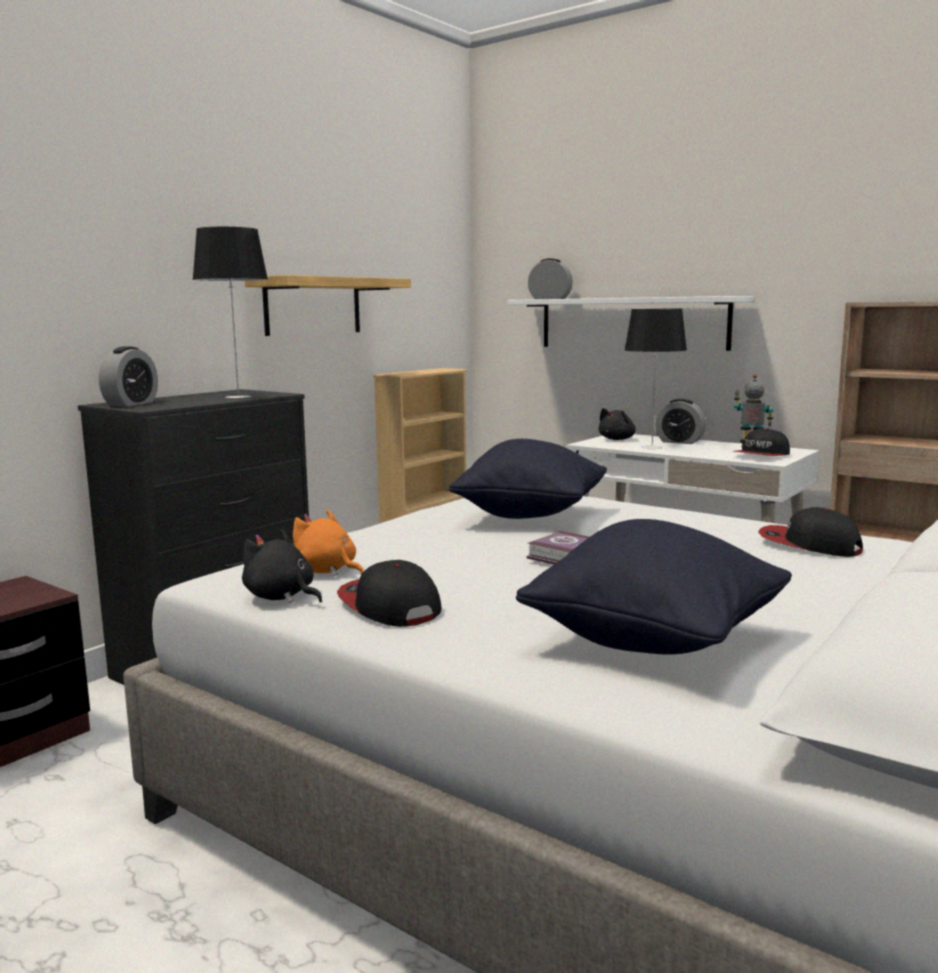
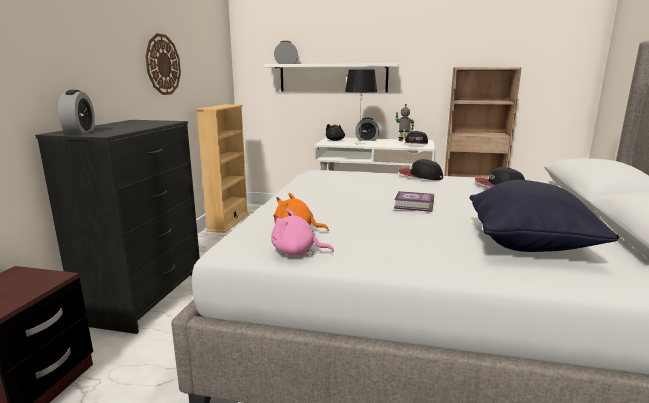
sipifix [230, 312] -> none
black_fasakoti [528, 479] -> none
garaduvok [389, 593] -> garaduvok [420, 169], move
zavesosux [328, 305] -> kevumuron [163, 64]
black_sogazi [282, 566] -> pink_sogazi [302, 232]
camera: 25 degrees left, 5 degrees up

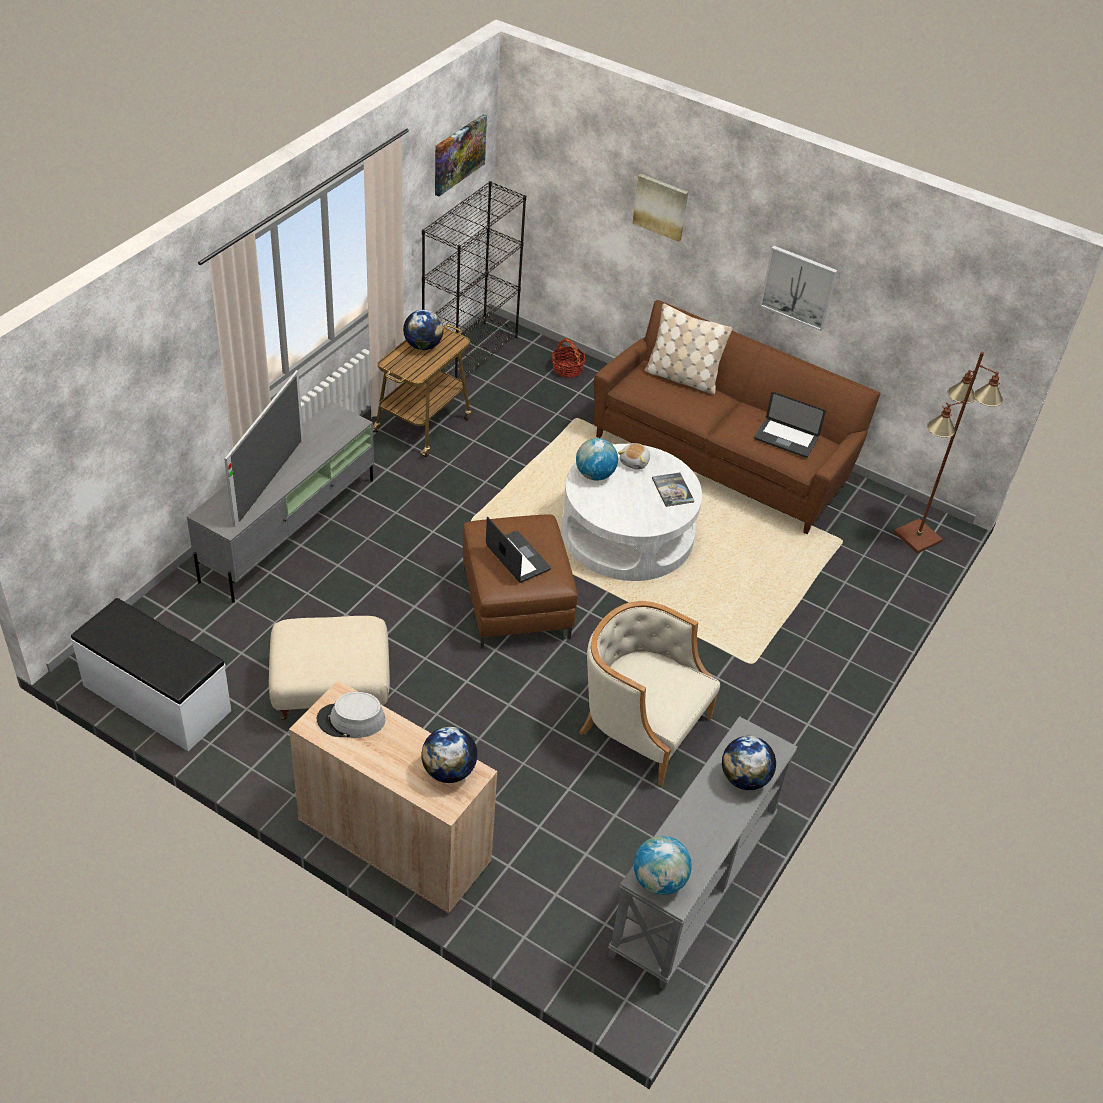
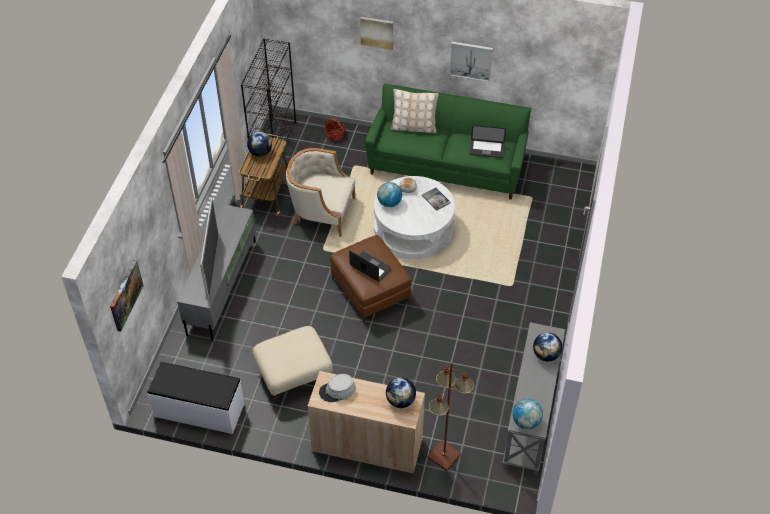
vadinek [461, 156] -> vadinek [127, 296], move
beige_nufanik [649, 694] -> beige_nufanik [320, 192], move
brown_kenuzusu [948, 453] -> brown_kenuzusu [450, 416], move
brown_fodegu [737, 417] -> green_fodegu [448, 142]
camera: 15 degrees left, 5 degrees up

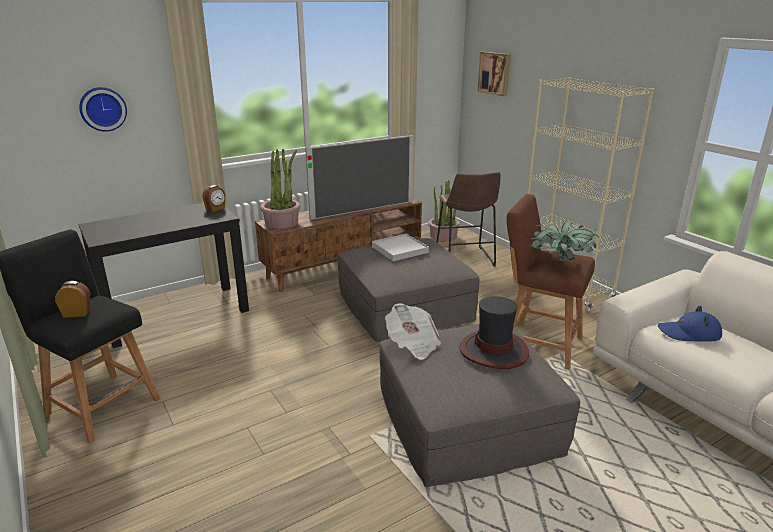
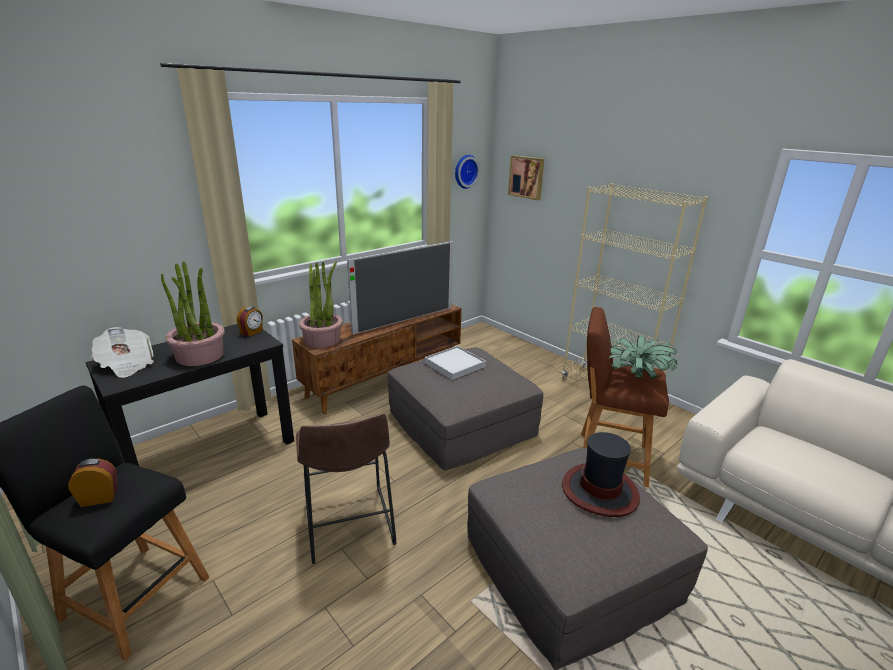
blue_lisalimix [690, 324] -> none
kevumuron [103, 109] -> kevumuron [467, 172], move
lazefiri [413, 331] -> lazefiri [122, 352], move
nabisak [444, 211] -> nabisak [193, 313], move
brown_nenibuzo [468, 219] -> brown_nenibuzo [346, 488], move
camera: 10 degrees left, 0 degrees up

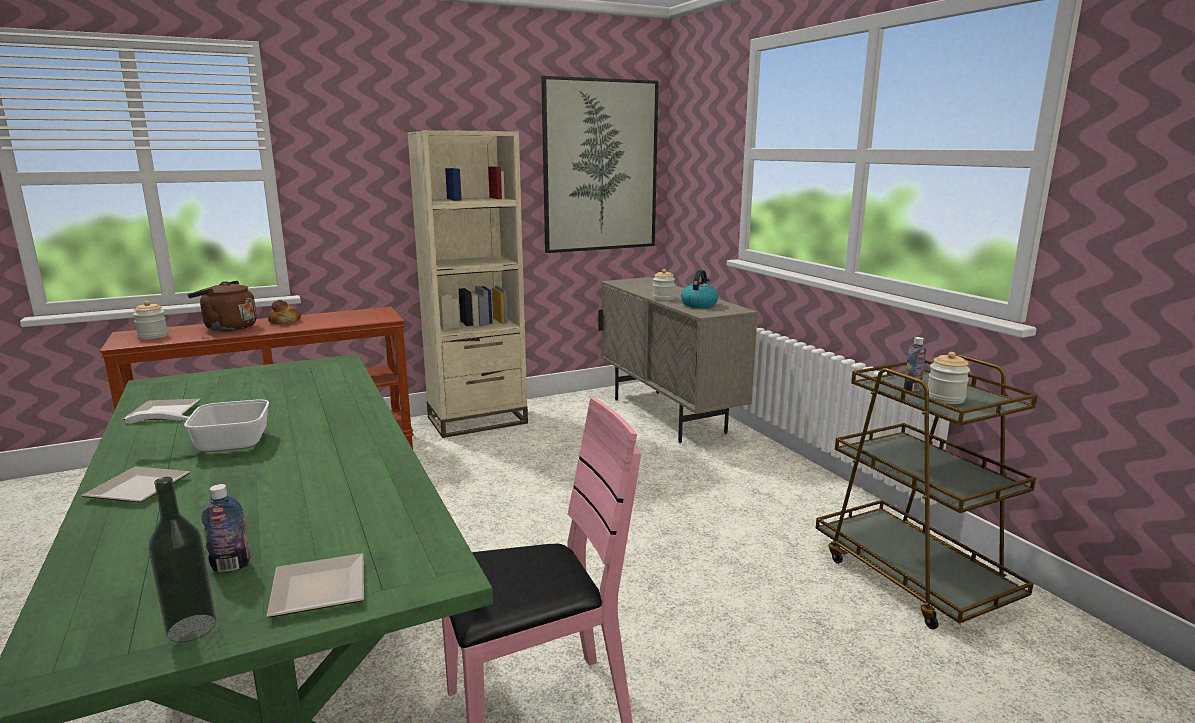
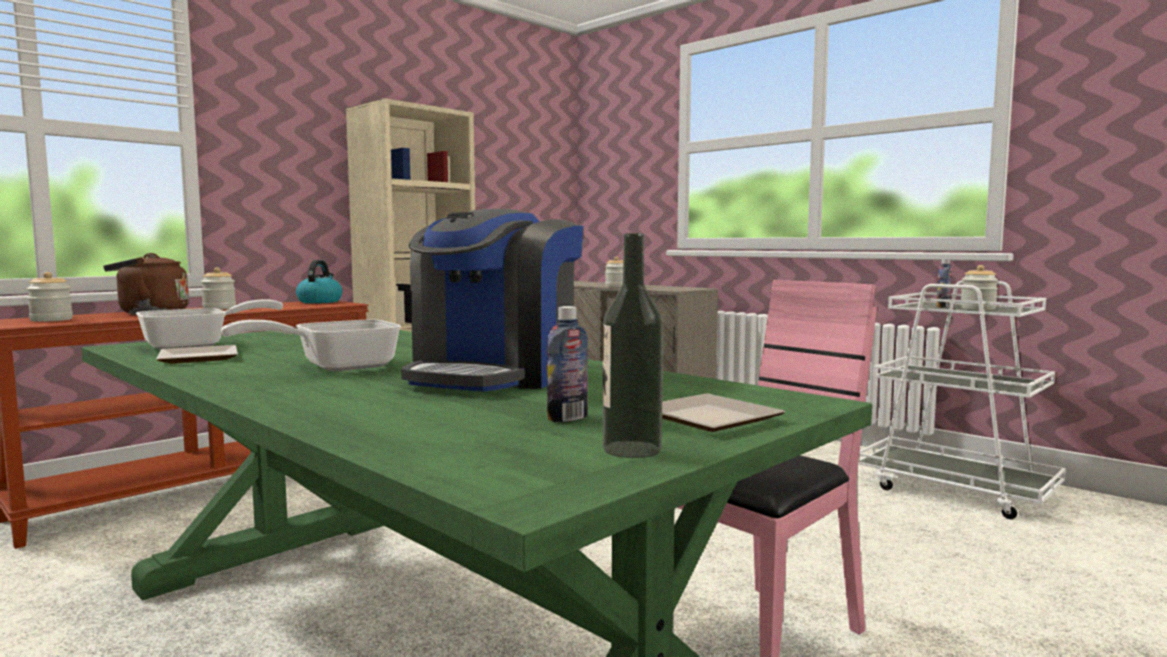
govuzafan [135, 485] -> none
vadinek [600, 164] -> none
none -> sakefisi [209, 324]
none -> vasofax [492, 300]
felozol [699, 289] -> felozol [319, 281], move
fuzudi [284, 312] -> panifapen [218, 288]
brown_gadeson [926, 492] -> white_gadeson [962, 400]
camera: 20 degrees left, 10 degrees down

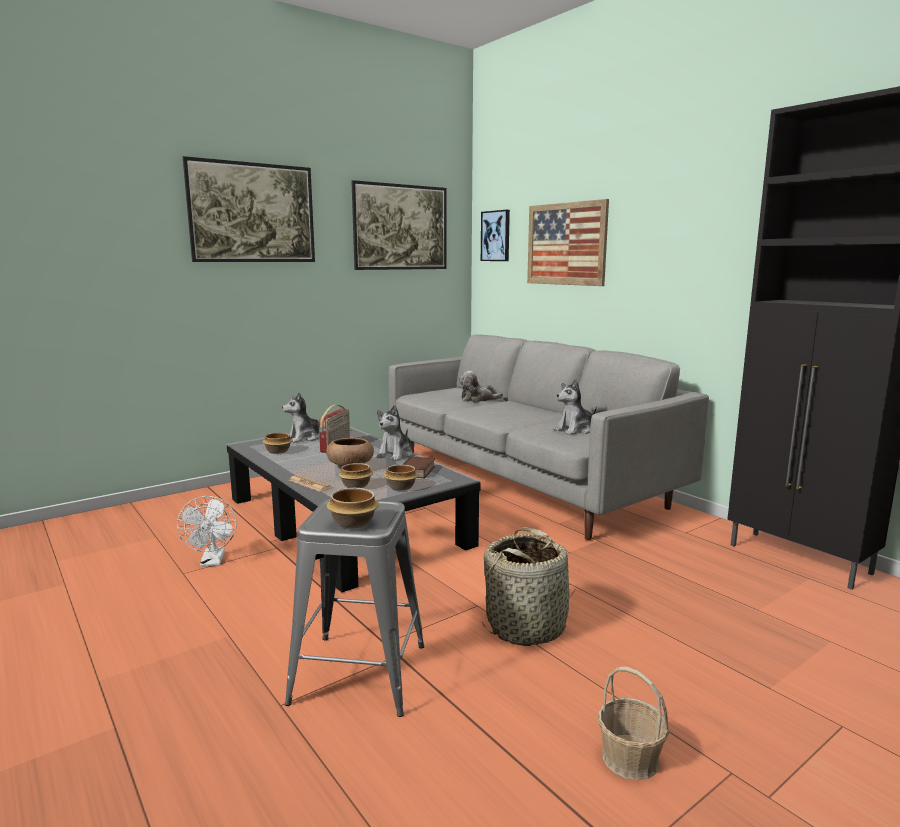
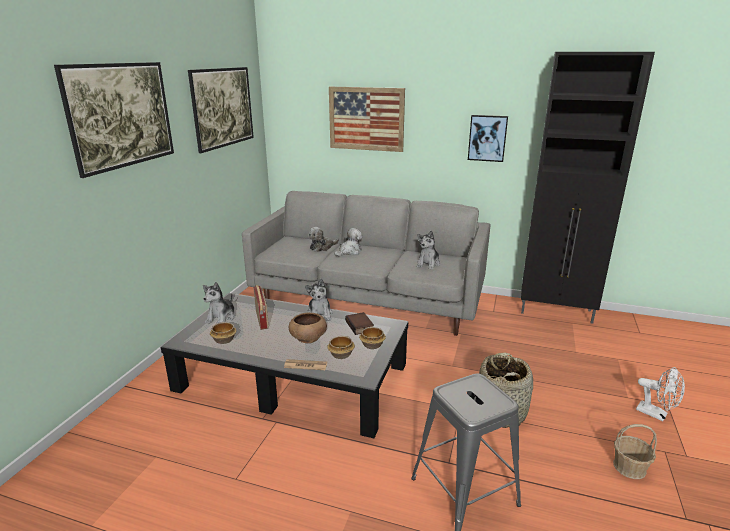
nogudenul [352, 508] -> none
none -> sogazi [348, 242]
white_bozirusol [207, 531] -> white_bozirusol [660, 394], move
vadinek [495, 235] -> vadinek [488, 138], move
camera: 35 degrees left, 10 degrees up

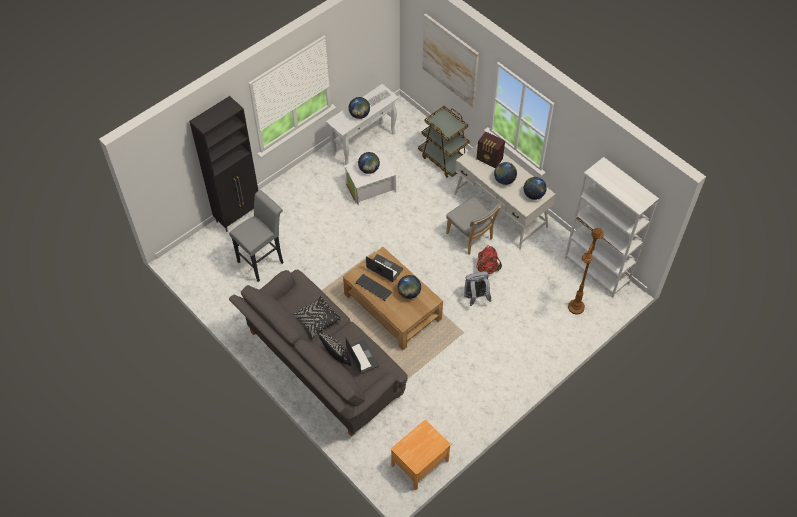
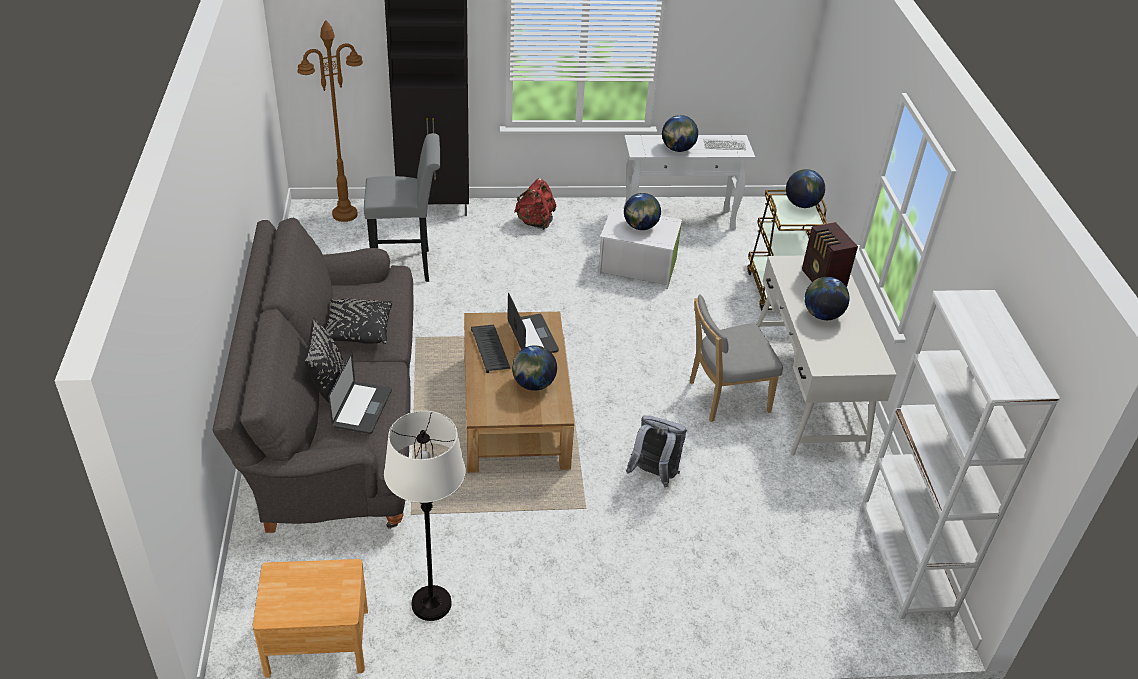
vadinek [450, 61] -> none
none -> white_kenuzusu [425, 516]
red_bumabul [489, 259] -> red_bumabul [535, 204], move
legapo [535, 188] -> legapo [805, 188], move
brown_kenuzusu [586, 271] -> brown_kenuzusu [330, 121], move
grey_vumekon [473, 226] -> grey_vumekon [736, 358], 75 degrees clockwise
camera: 35 degrees right, 15 degrees down

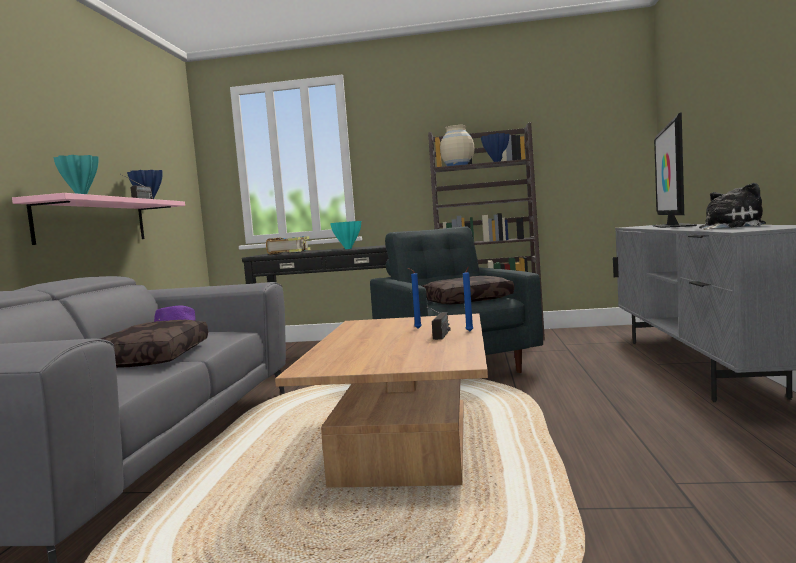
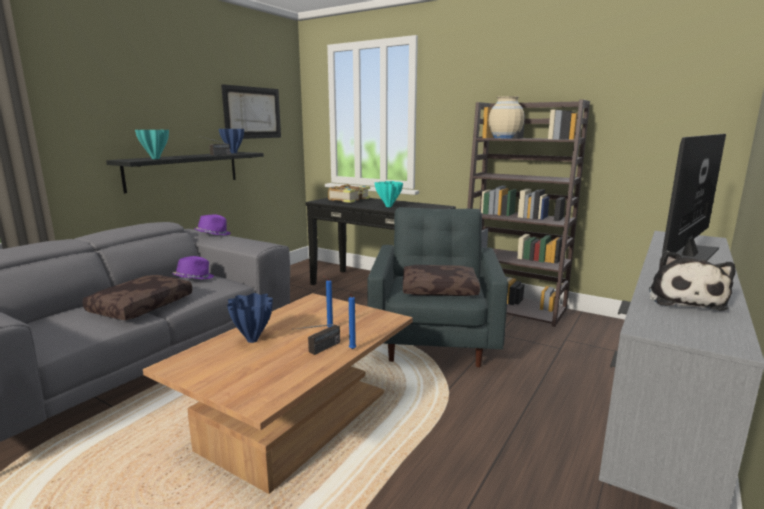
none -> purple_lisalimix [212, 224]
none -> vadinek [251, 111]
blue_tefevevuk [495, 147] -> blue_tefevevuk [250, 318], move
pink_zavesosux [98, 219] -> black_zavesosux [185, 173]
sogazi [732, 206] -> sogazi [692, 281], 105 degrees clockwise
camera: 25 degrees right, 10 degrees up

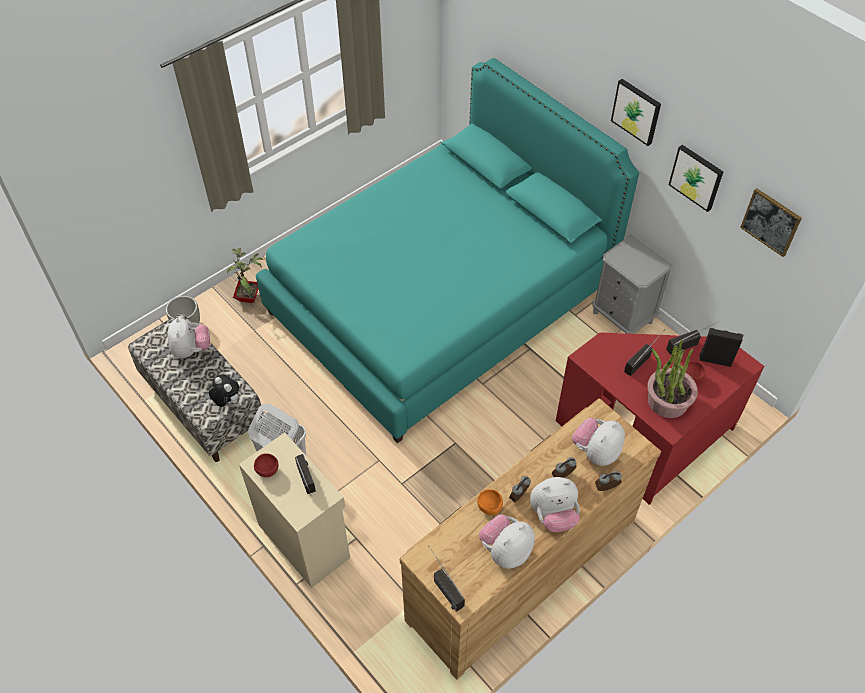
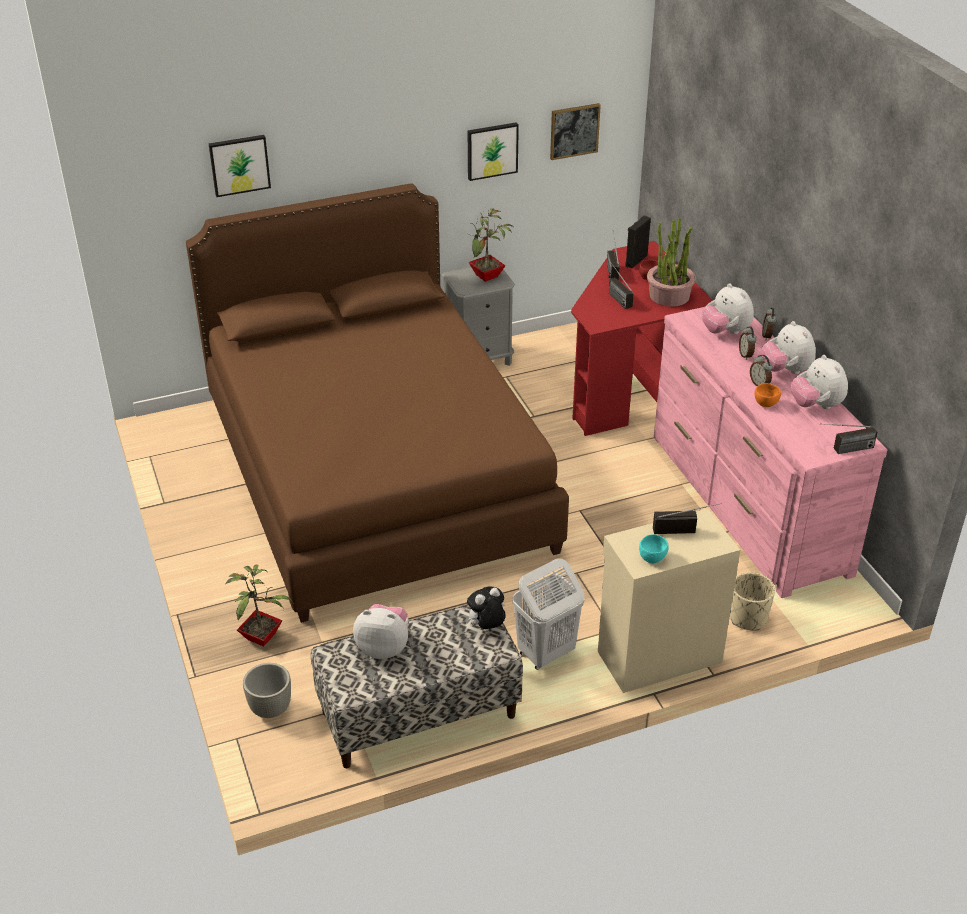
none -> nabisak [491, 245]
none -> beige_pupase [752, 601]
vadinek [636, 112] -> vadinek [240, 166], move
red_nogudenul [266, 465] -> turquoise_nogudenul [654, 549]
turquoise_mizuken [447, 250] -> brown_mizuken [377, 403]
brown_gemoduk [530, 539] -> pink_gemoduk [770, 452]
sogazi [555, 504] -> sogazi [788, 347], 150 degrees clockwise
camera: 70 degrees left, 15 degrees down

